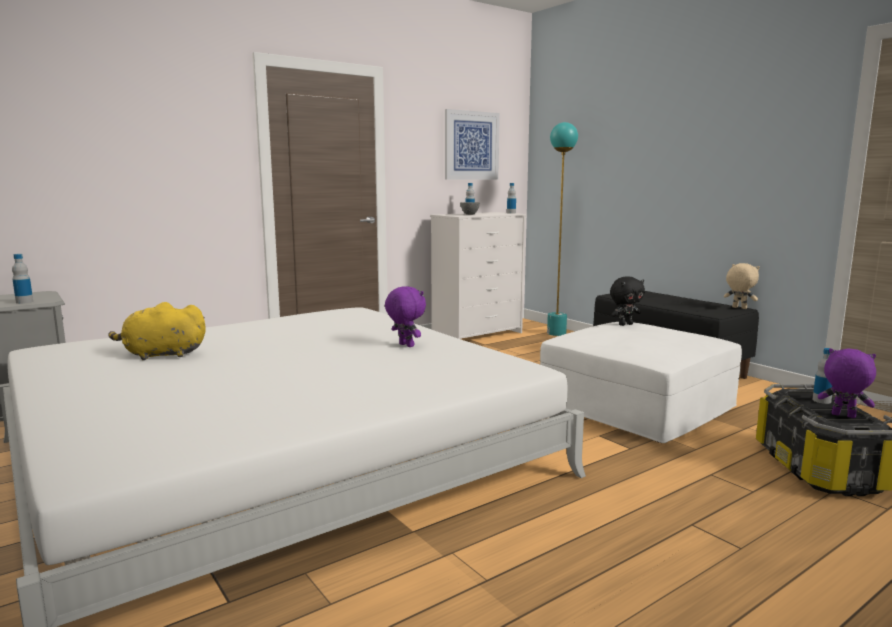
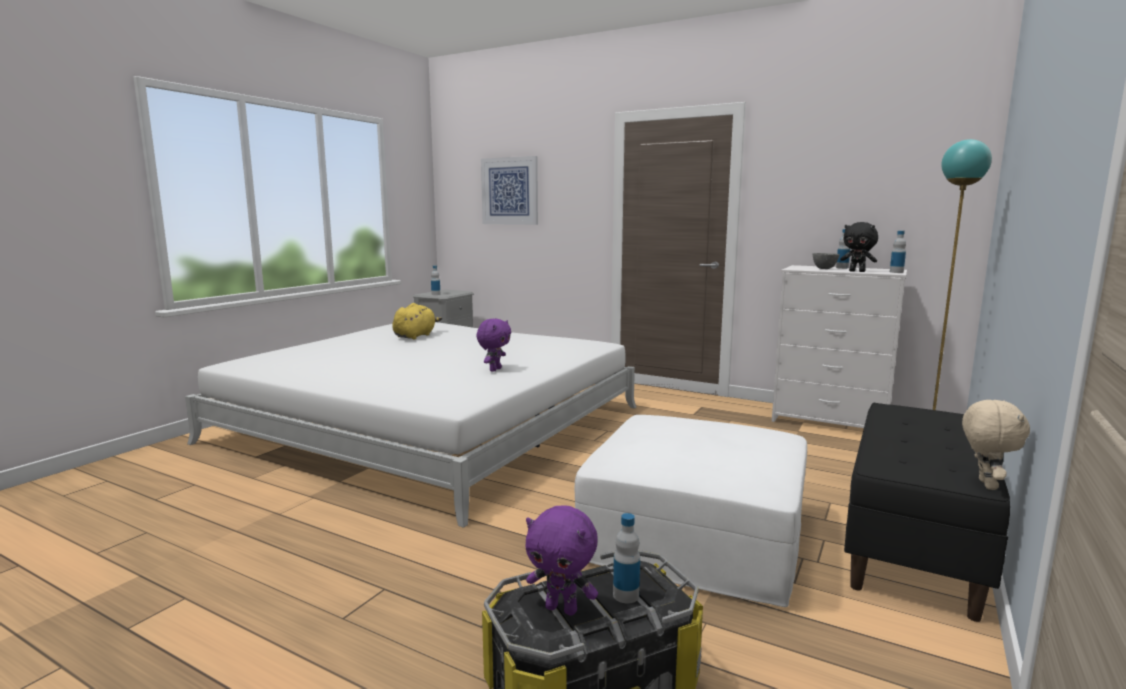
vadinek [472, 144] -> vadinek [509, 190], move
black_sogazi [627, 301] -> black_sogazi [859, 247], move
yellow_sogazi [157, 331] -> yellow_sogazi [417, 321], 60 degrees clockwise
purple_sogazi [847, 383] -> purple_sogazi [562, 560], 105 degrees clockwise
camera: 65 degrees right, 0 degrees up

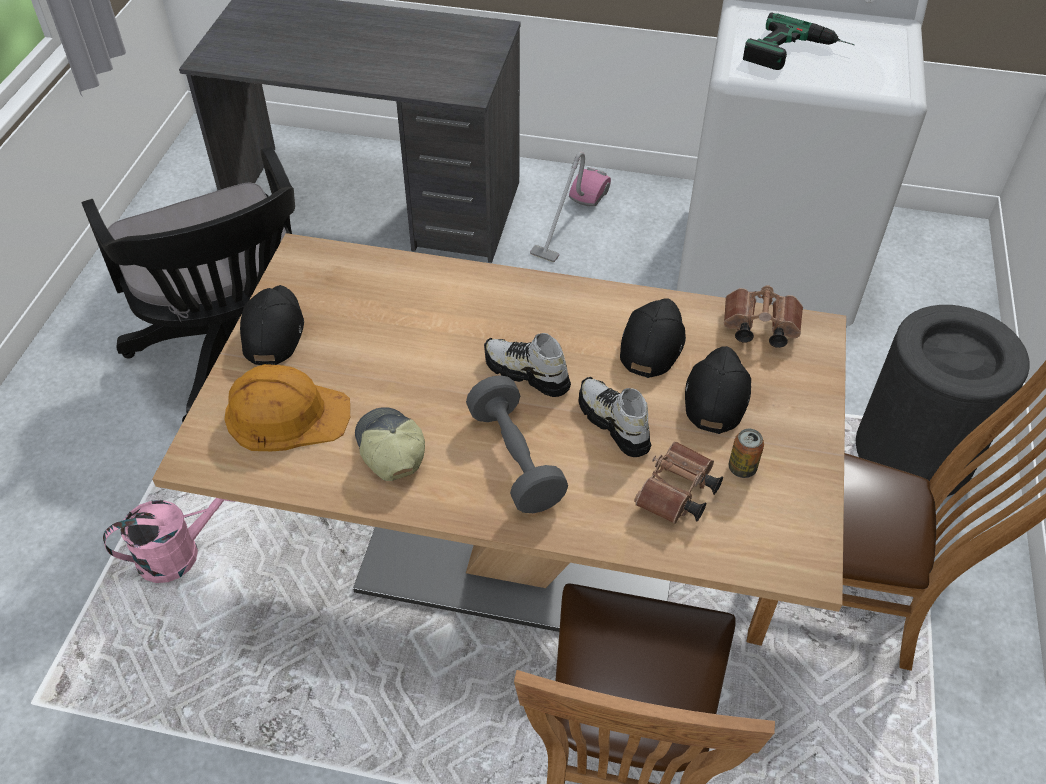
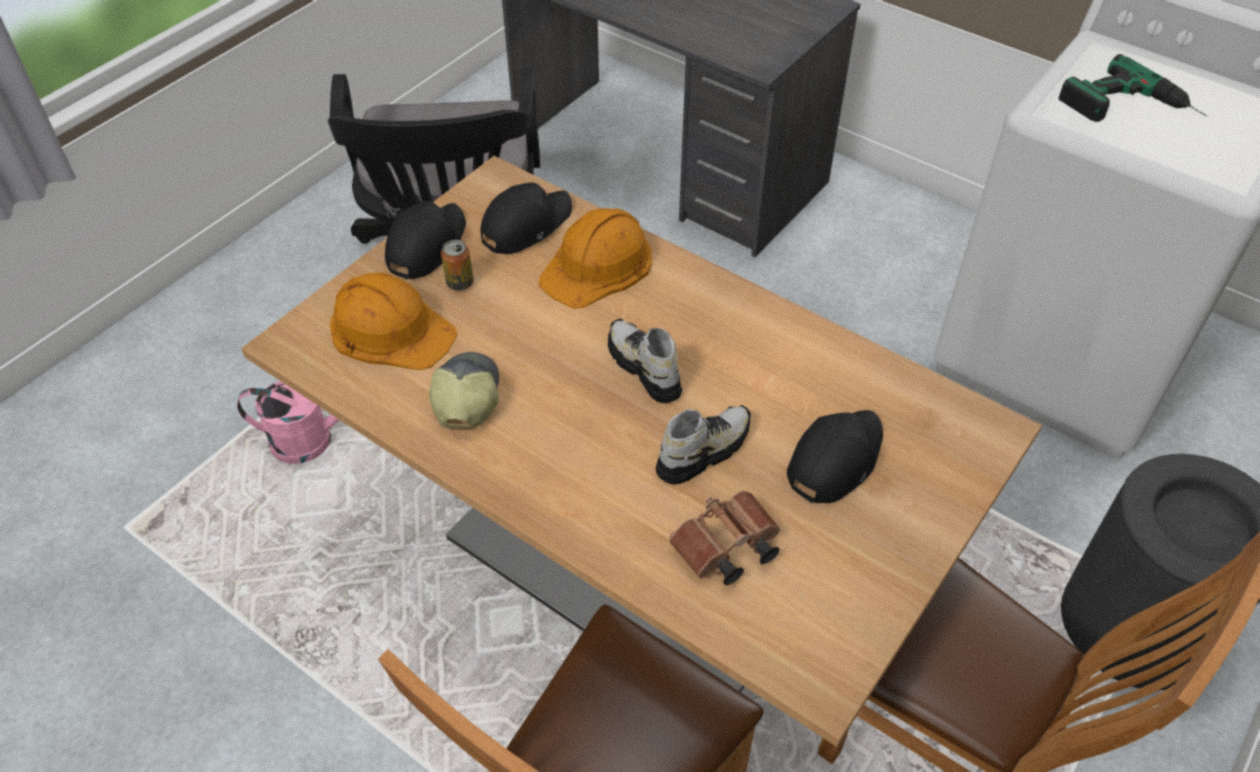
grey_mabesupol [517, 444] -> none
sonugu [570, 207] -> none
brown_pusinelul [763, 316] -> none
none -> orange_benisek [595, 258]
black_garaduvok [653, 338] -> black_garaduvok [526, 218], move
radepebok [746, 453] -> radepebok [457, 265], move
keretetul [614, 417] -> keretetul [703, 444], 60 degrees clockwise
camera: 25 degrees right, 0 degrees up

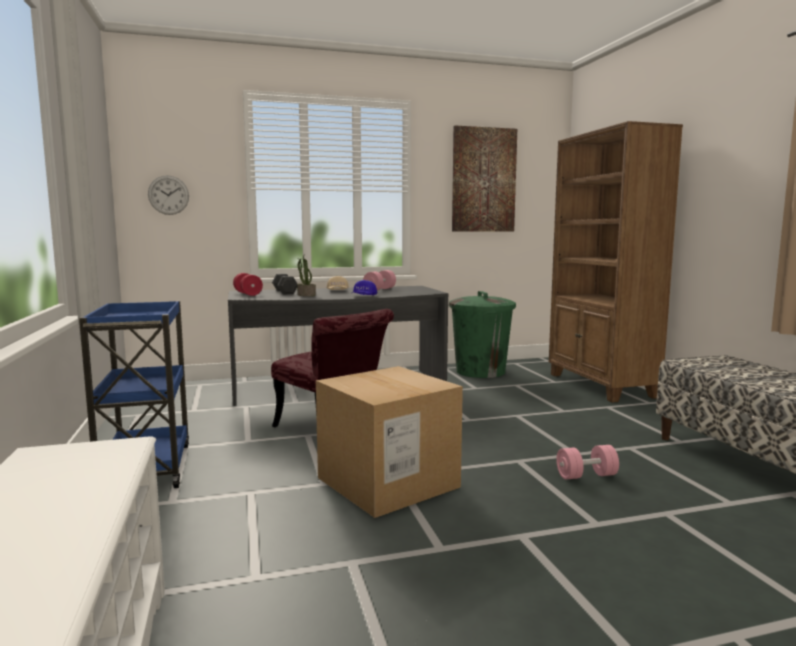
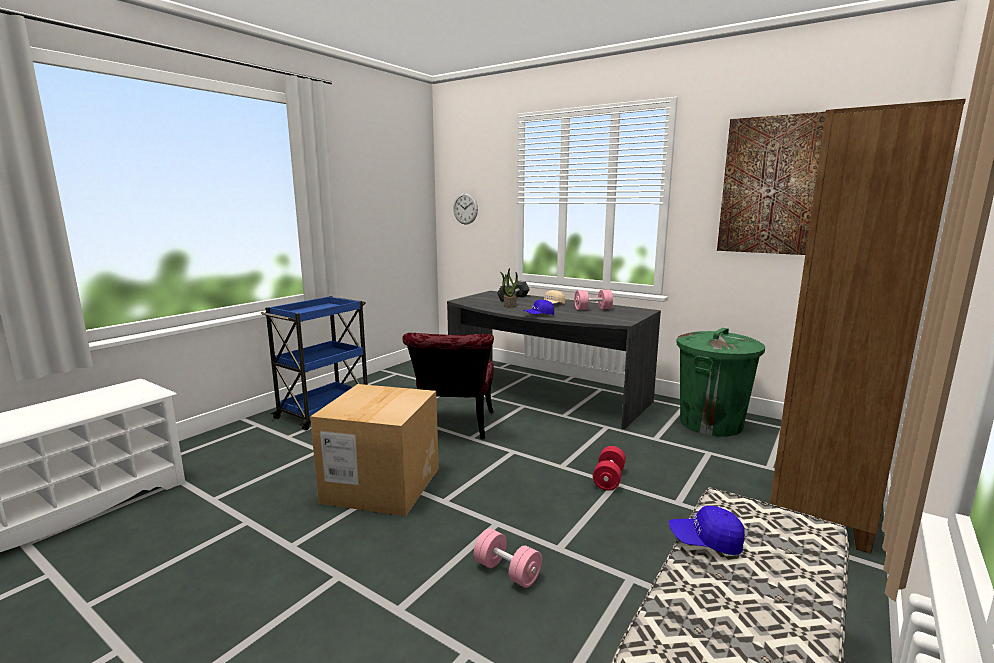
none -> blue_garaduvok [707, 530]
red_mabesupol [248, 284] -> red_mabesupol [609, 468], move
camera: 50 degrees right, 5 degrees up

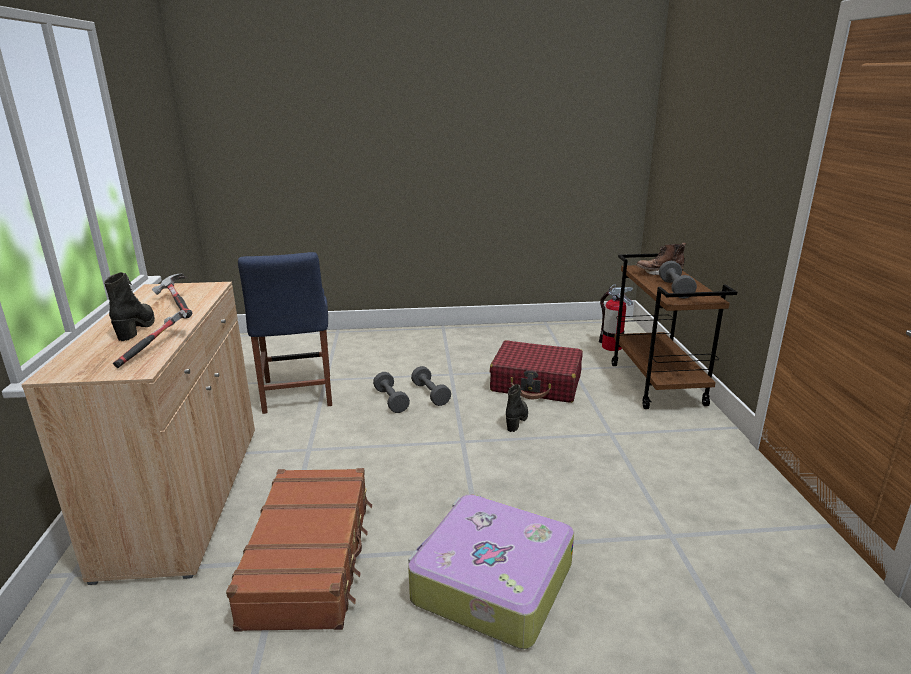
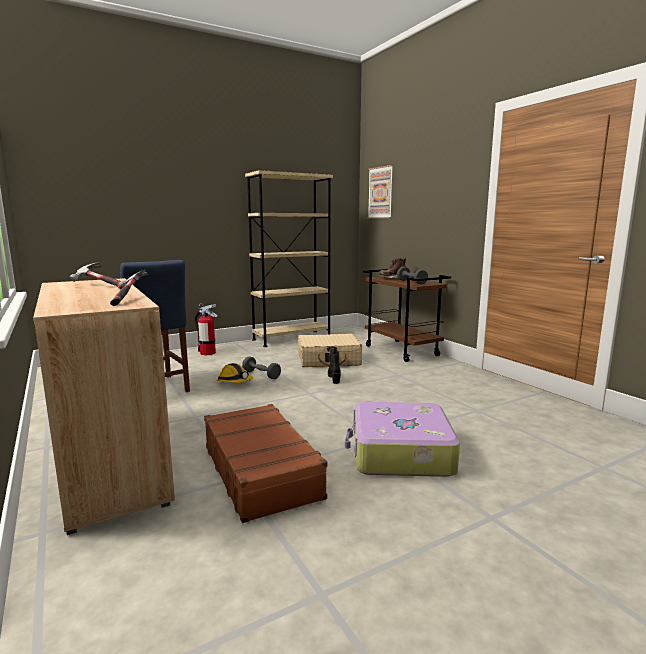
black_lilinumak [129, 306] -> none
none -> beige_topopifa [289, 258]
none -> vadinek [380, 191]
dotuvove [616, 318] -> dotuvove [206, 329], move
grey_mabesupol [391, 392] -> benisek [234, 373]
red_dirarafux [536, 371] -> beige_dirarafux [330, 350]
camera: 25 degrees left, 10 degrees down

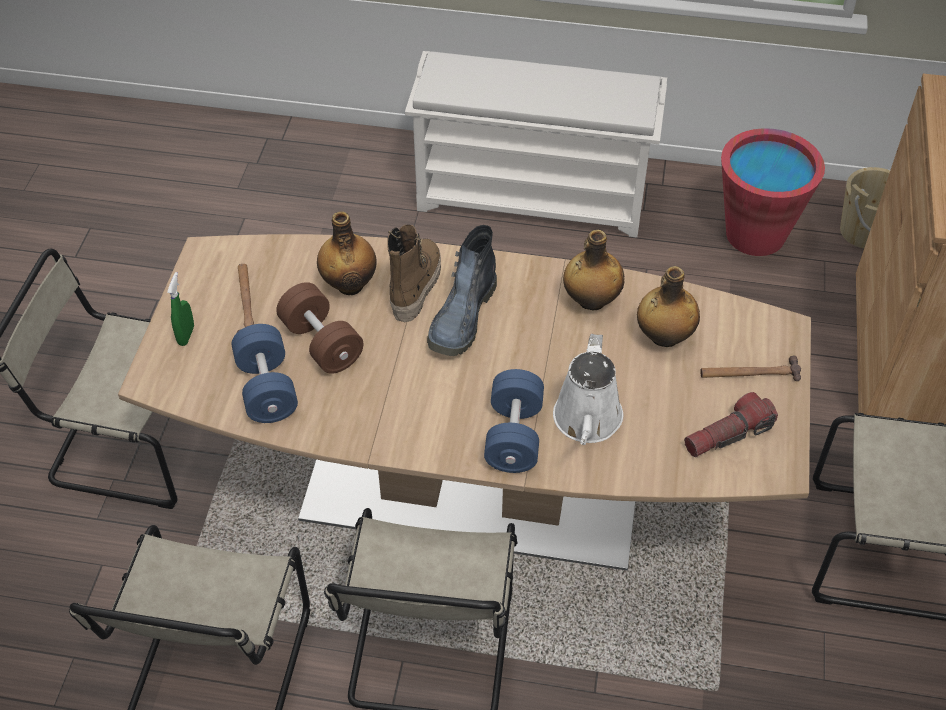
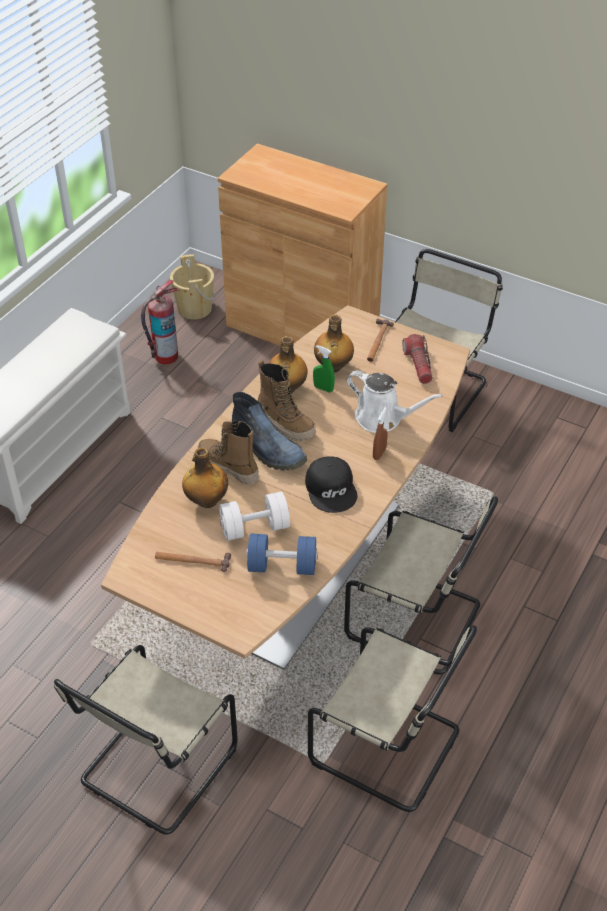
none -> lilinumak [287, 401]
none -> black_garaduvok [331, 484]
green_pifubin [180, 309] -> green_pifubin [324, 368], move
blue_mabesupol [514, 421] -> brown_pifubin [380, 433]
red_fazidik [773, 192] -> dotuvove [160, 322]
brown_mabesupol [320, 328] -> white_mabesupol [254, 516]
camera: 70 degrees left, 5 degrees down

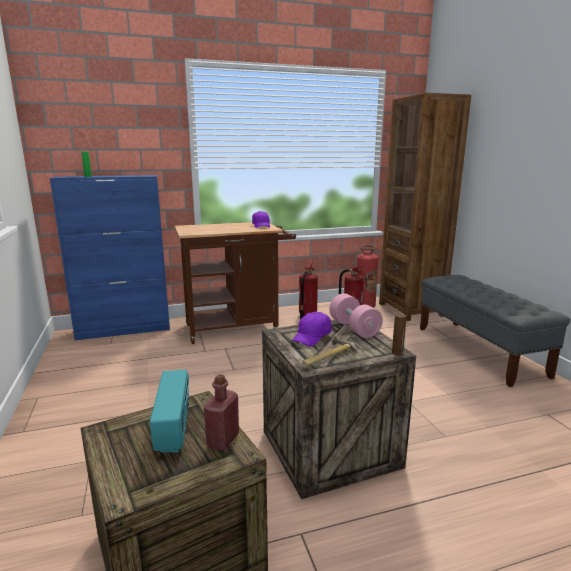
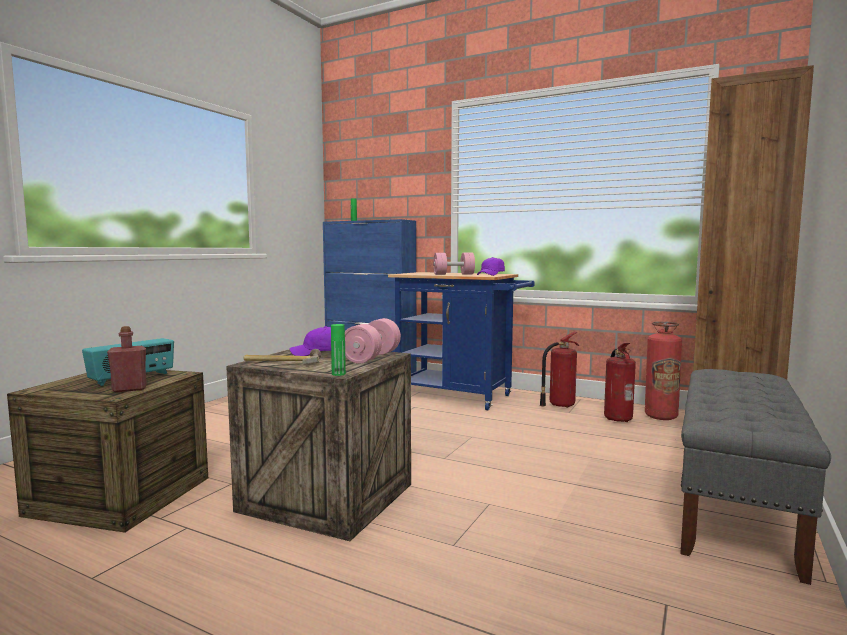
none -> pink_mabesupol [454, 264]
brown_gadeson [235, 283] -> blue_gadeson [461, 341]
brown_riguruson [399, 334] -> green_riguruson [338, 350]
camera: 45 degrees right, 10 degrees down

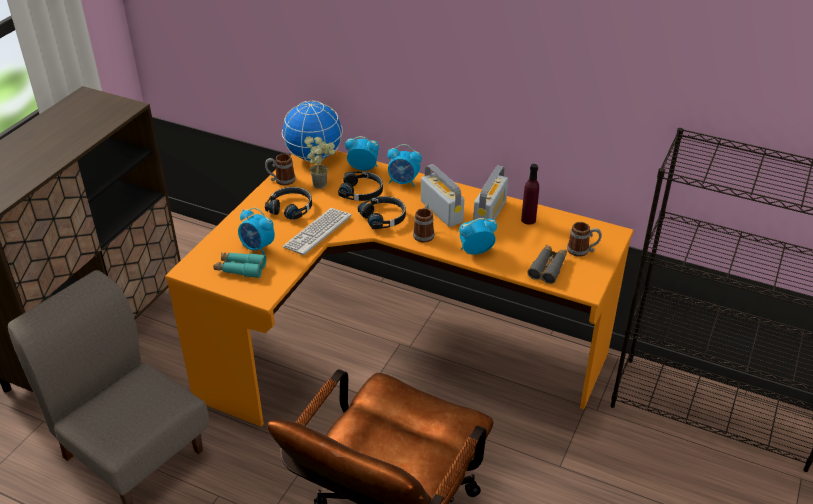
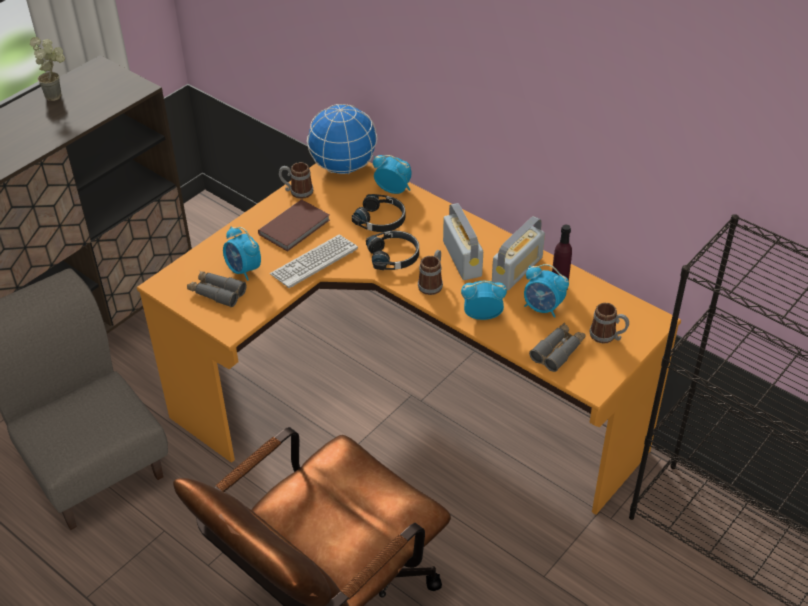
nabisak [320, 162] -> nabisak [47, 69], move
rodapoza [404, 165] -> rodapoza [546, 291], move
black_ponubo [288, 203] -> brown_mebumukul [294, 225]
turquoise_pusinelul [240, 265] -> grey_pusinelul [217, 289]
camera: 15 degrees right, 5 degrees up

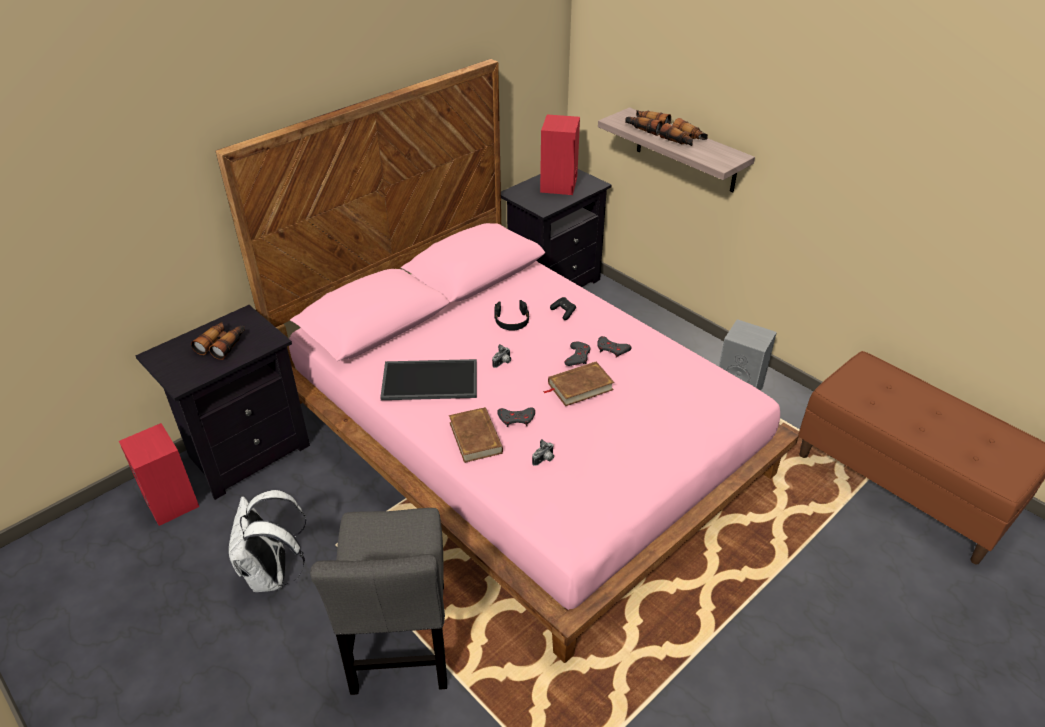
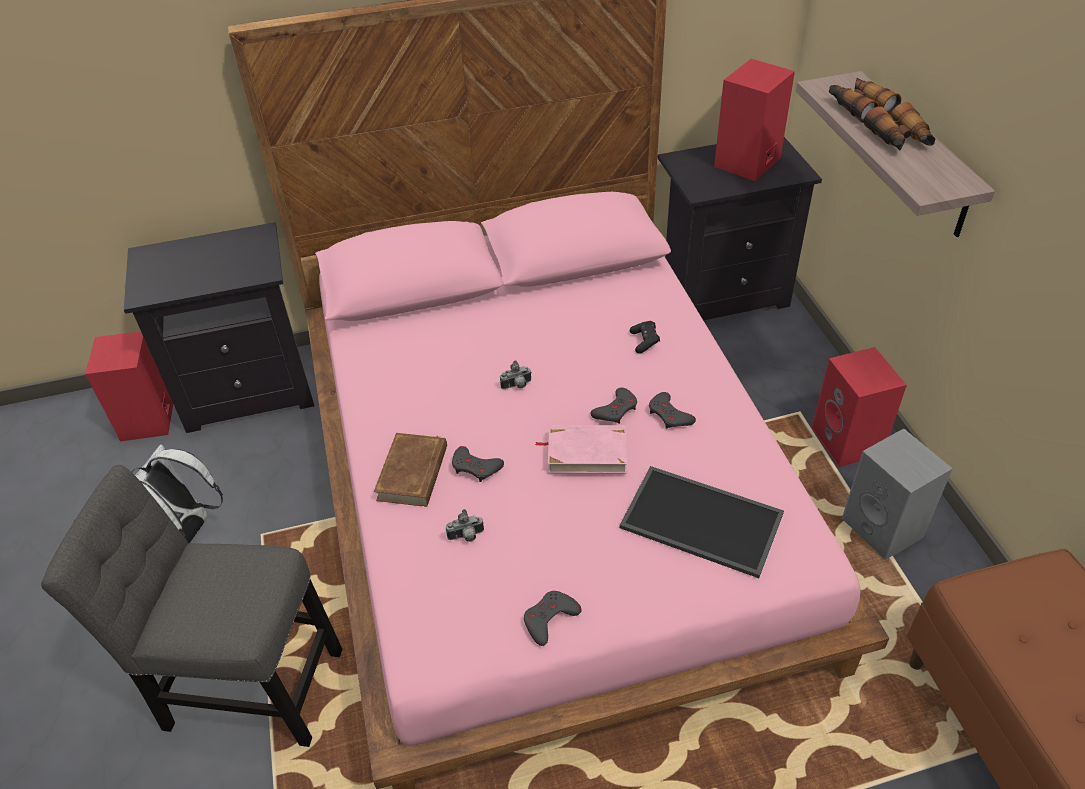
pusinelul [218, 340] -> none
black_ponubo [512, 315] -> none
none -> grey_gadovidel [553, 618]
none -> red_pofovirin [859, 407]
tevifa [428, 379] -> tevifa [702, 522], move
brown_mebumukul [578, 384] -> pink_mebumukul [581, 449]
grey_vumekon [378, 601] -> grey_vumekon [191, 606], 75 degrees clockwise
camera: 30 degrees right, 5 degrees up

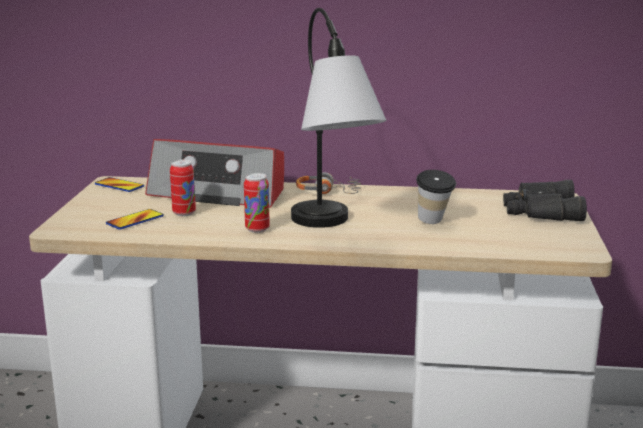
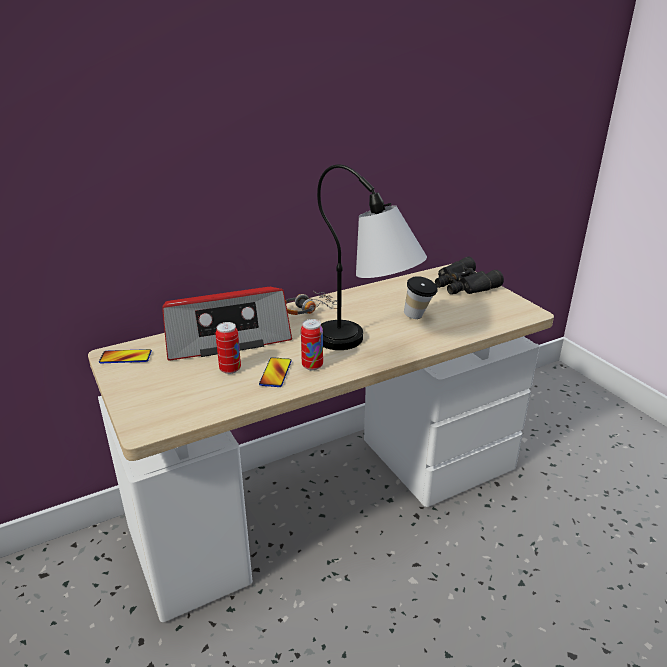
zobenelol [135, 219] -> zobenelol [275, 372], move
camera: 35 degrees left, 10 degrees up

